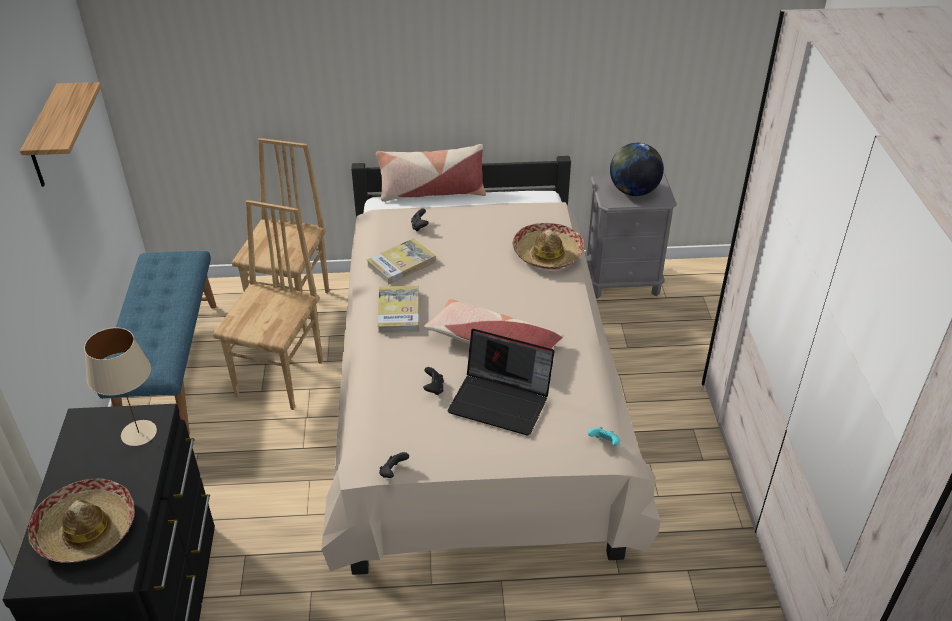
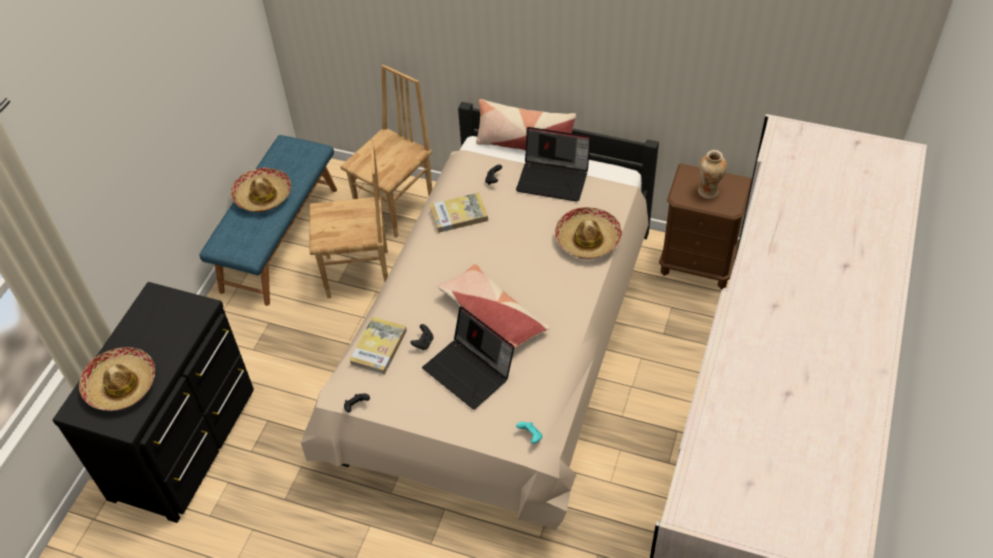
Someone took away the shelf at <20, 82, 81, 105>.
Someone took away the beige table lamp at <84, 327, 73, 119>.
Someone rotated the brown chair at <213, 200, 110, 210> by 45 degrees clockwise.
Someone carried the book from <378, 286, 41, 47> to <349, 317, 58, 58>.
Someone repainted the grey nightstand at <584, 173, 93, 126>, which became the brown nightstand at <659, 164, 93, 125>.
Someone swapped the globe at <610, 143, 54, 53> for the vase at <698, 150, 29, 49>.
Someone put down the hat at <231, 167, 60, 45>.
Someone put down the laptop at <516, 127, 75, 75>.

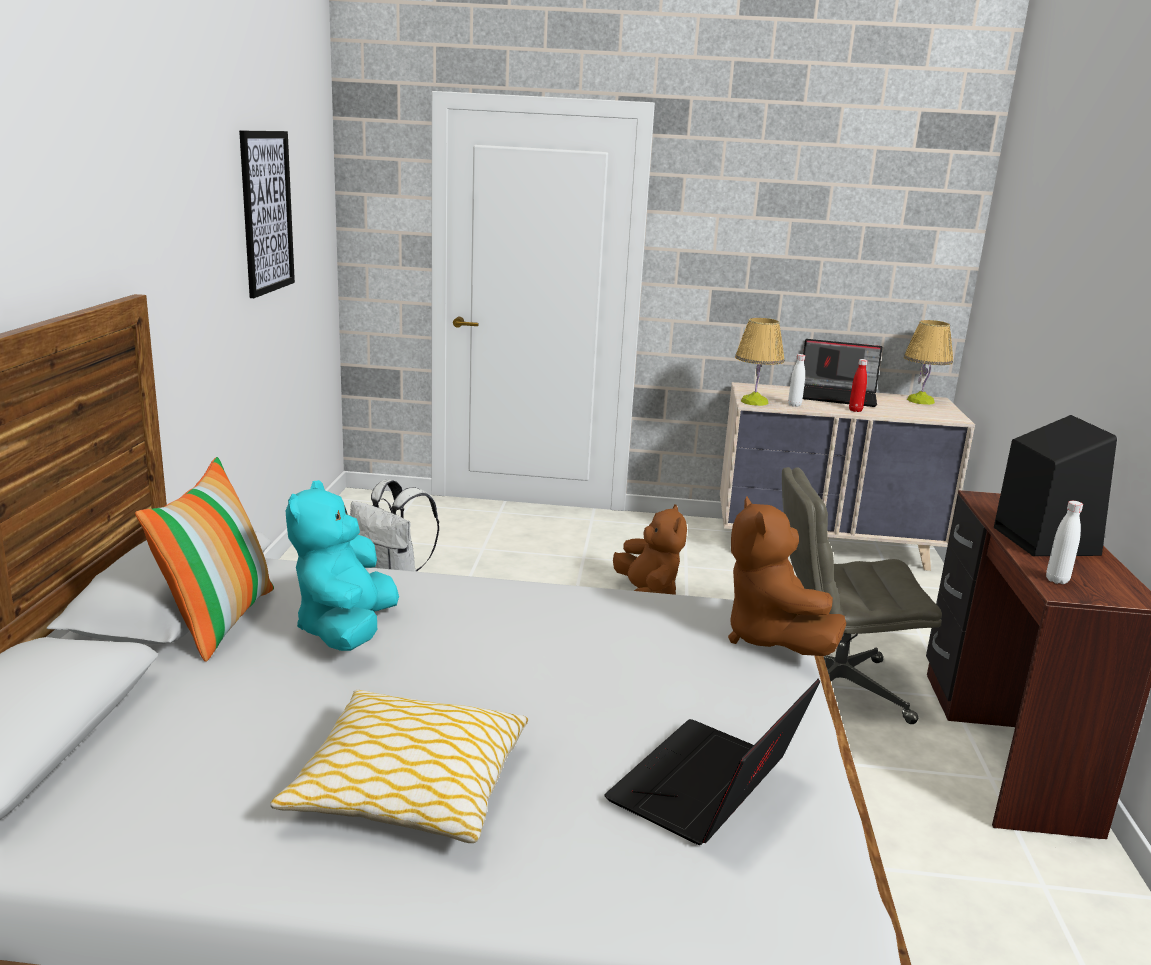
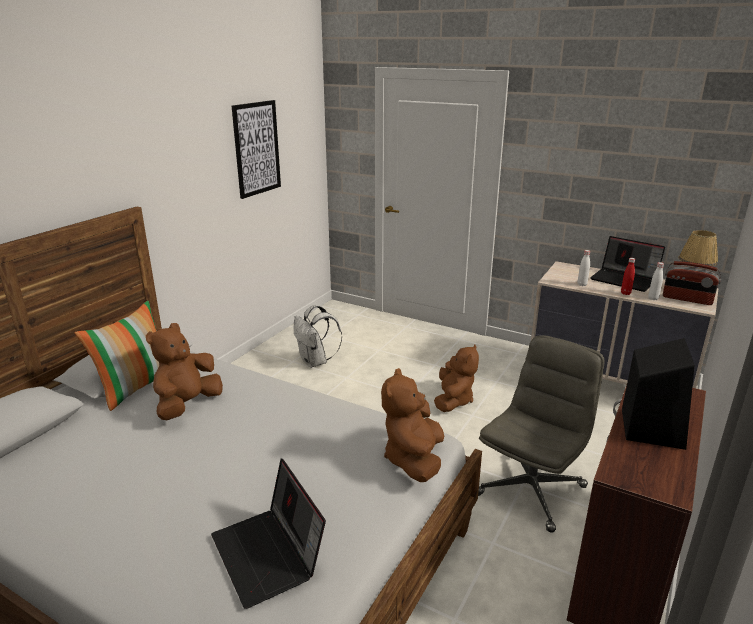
Someone took away the pillow at <271, 690, 257, 153>.
Someone repainted the turquoise plush toy at <285, 480, 114, 171>, which became the brown plush toy at <146, 323, 77, 97>.
Someone rotated the laptop at <604, 678, 216, 167> by 90 degrees counterclockwise.
Someone took away the table lamp at <735, 318, 50, 88>.
Someone rotated the grey office chair at <782, 467, 160, 257> by 105 degrees clockwise.
Someone carried the white bottle from <1046, 501, 37, 83> to <648, 262, 16, 38>.
Someone put down the radio at <663, 261, 58, 44>.

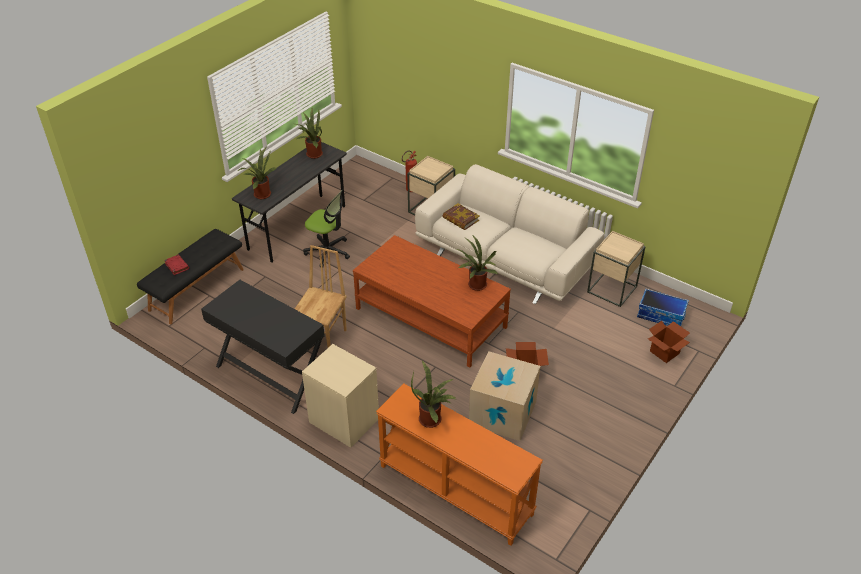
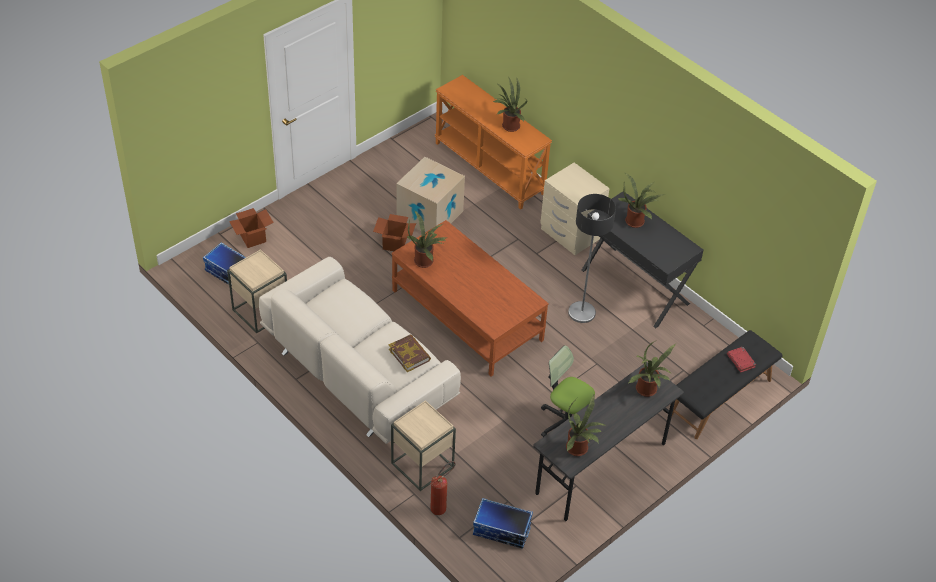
Someone swapped the brown chair at <295, 245, 52, 103> for the floor lamp at <568, 194, 48, 129>.
Someone put down the storage box at <473, 498, 60, 51>.
Someone put down the potted plant at <618, 172, 47, 56>.

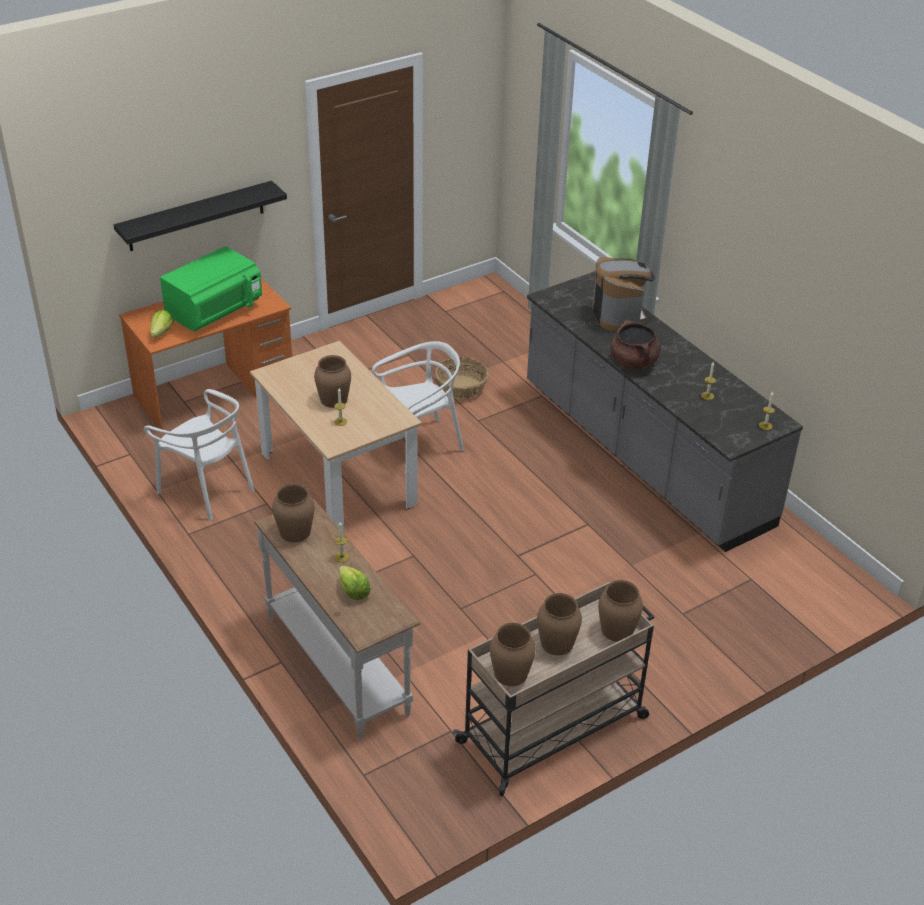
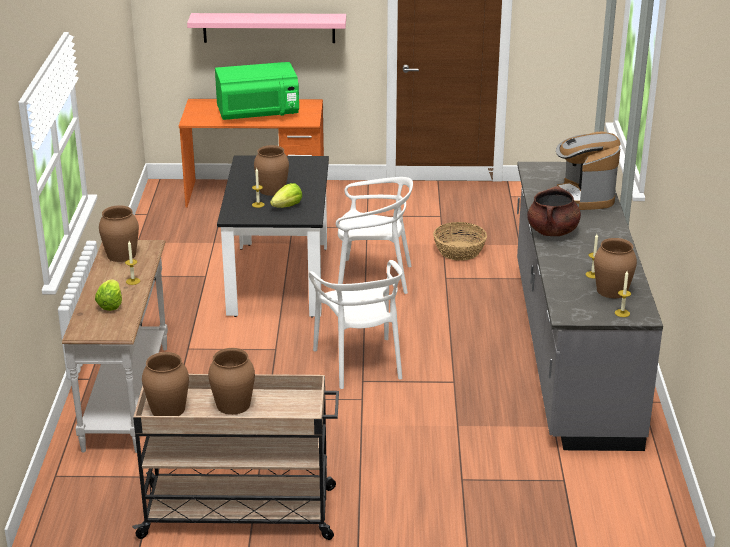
Someone repainted the black shelf at <114, 181, 173, 70>, which became the pink shelf at <187, 13, 159, 30>.
Someone carried the white chair from <144, 389, 111, 132> to <309, 260, 94, 129>.
Someone carried the lettuce from <150, 310, 24, 28> to <270, 183, 32, 25>.
Someone repainted the beige dining table at <250, 341, 172, 192>, which became the black dining table at <217, 155, 112, 163>.
Someone rotated the coffee machine at <592, 257, 63, 74> by 150 degrees clockwise.
Someone carried the brown vase from <598, 580, 45, 62> to <594, 238, 43, 60>.

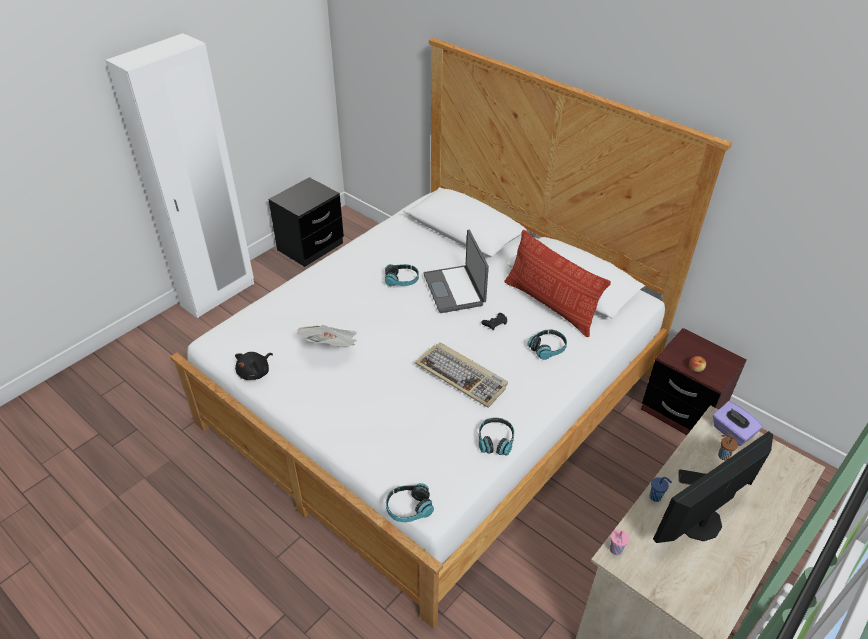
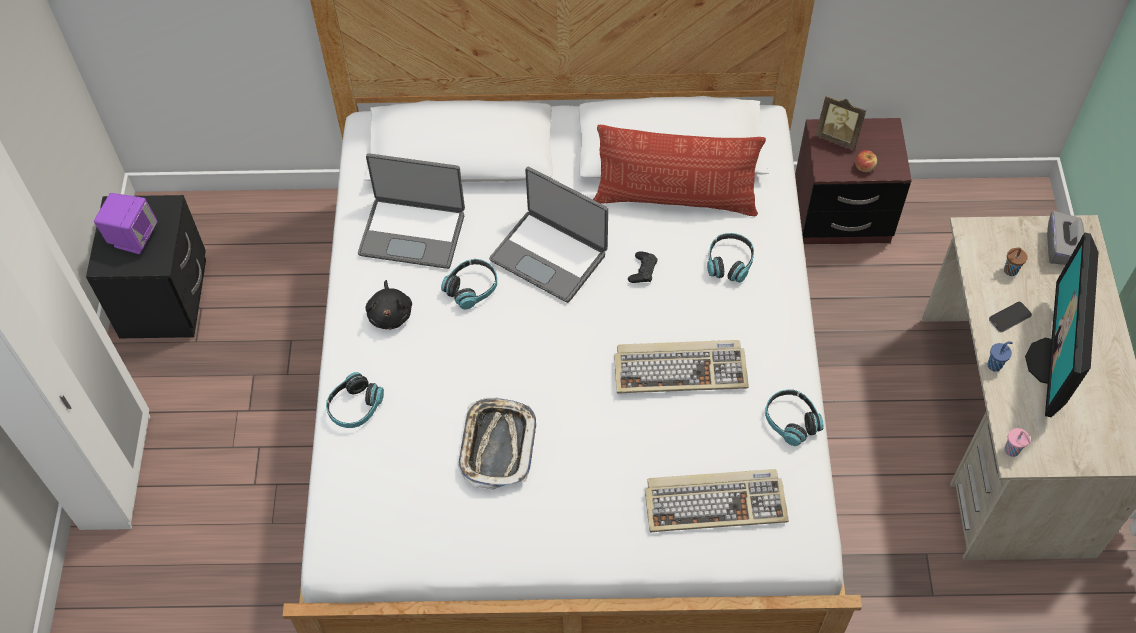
Someone carried the black plush toy from <235, 352, 38, 28> to <365, 280, 47, 49>.
Someone swapped the newspaper at <297, 325, 60, 21> for the tray at <458, 397, 78, 93>.
Someone carried the headphones from <386, 483, 48, 39> to <326, 372, 58, 56>.
Someone took away the purple tissue box at <713, 401, 50, 45>.
Someone put down the purple speaker at <94, 193, 64, 61>.
Someone put down the laptop at <358, 153, 107, 116>.
Someone put down the keyboard at <645, 469, 144, 64>.
Someone put down the picture frame at <815, 95, 52, 55>.
Someone put down the grey tissue box at <1047, 211, 37, 54>.

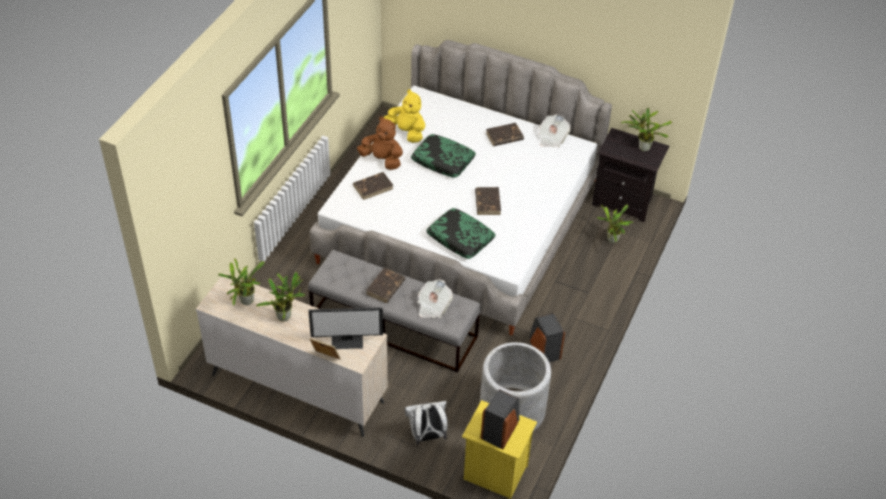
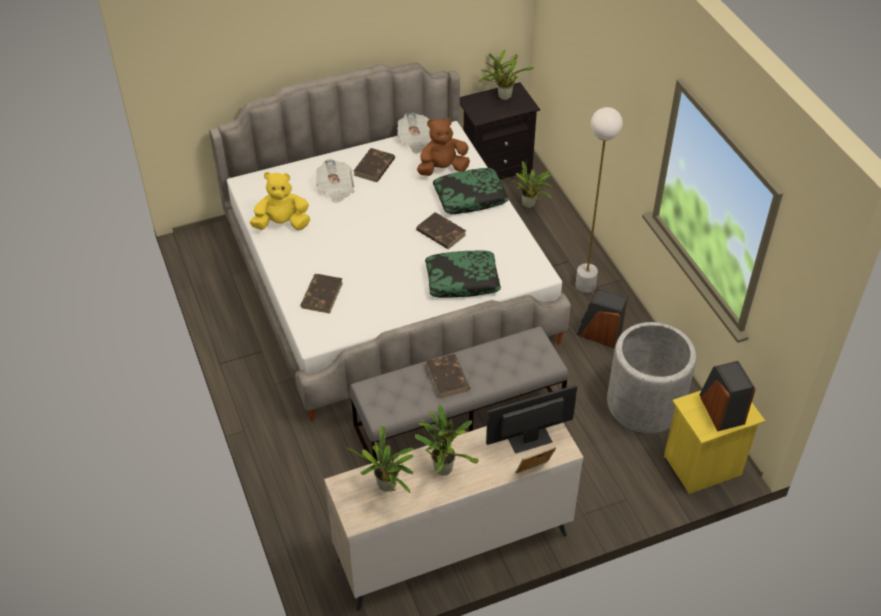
Someone rotated the monitor at <308, 307, 75, 42> by 150 degrees counterclockwise.
Someone carried the brown plush toy from <357, 116, 46, 54> to <417, 118, 53, 58>.
Someone took away the white backpack at <405, 401, 43, 44>.
Someone carried the pillow from <411, 134, 65, 44> to <433, 168, 76, 46>.
Someone carried the newspaper from <417, 279, 36, 39> to <316, 159, 39, 44>.
Someone put down the white floor lamp at <575, 107, 48, 186>.

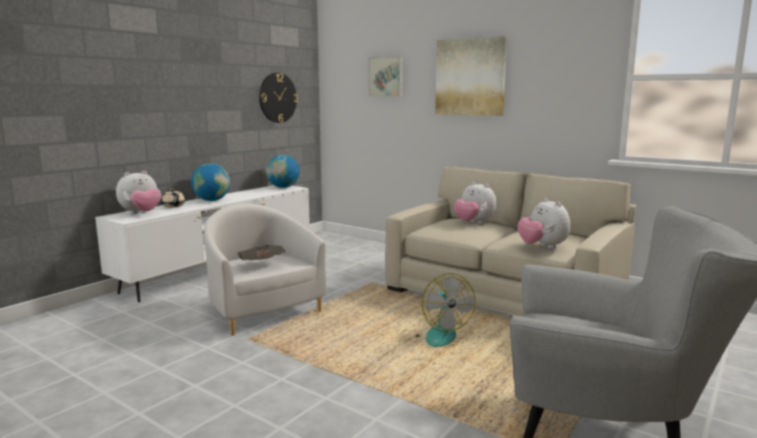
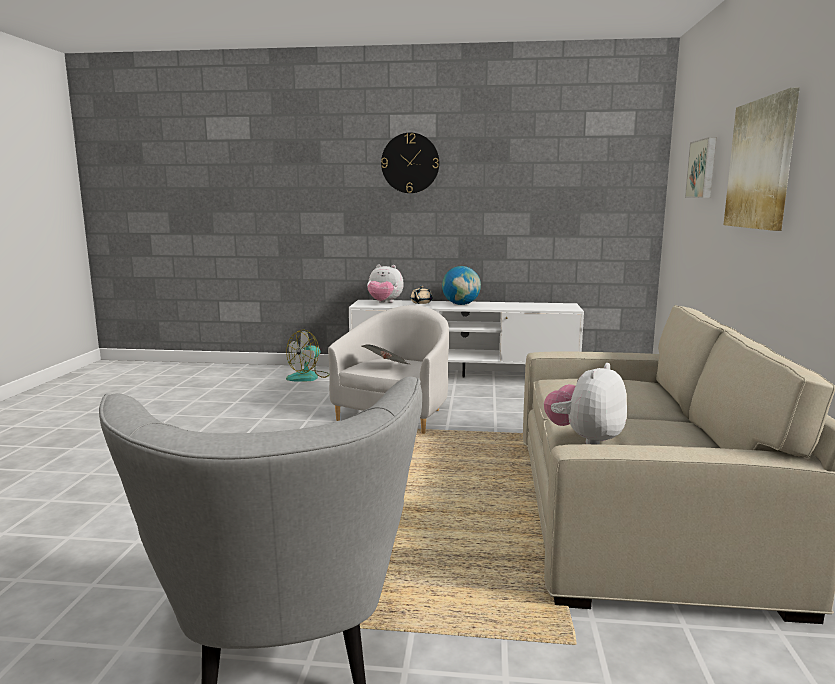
Someone carried the wall clock from <259, 73, 39, 50> to <381, 133, 58, 60>.
Someone took away the globe at <266, 155, 34, 33>.
Someone carried the fan from <415, 273, 60, 74> to <286, 329, 44, 53>.
Someone took away the plush toy at <454, 182, 43, 42>.

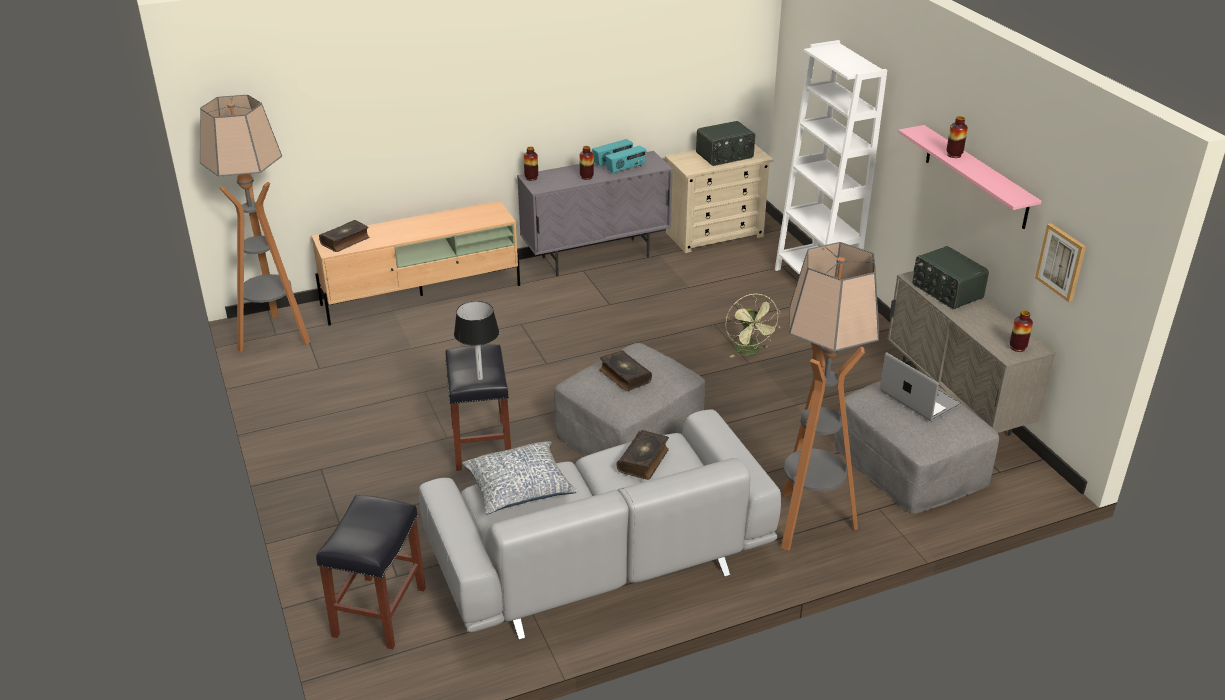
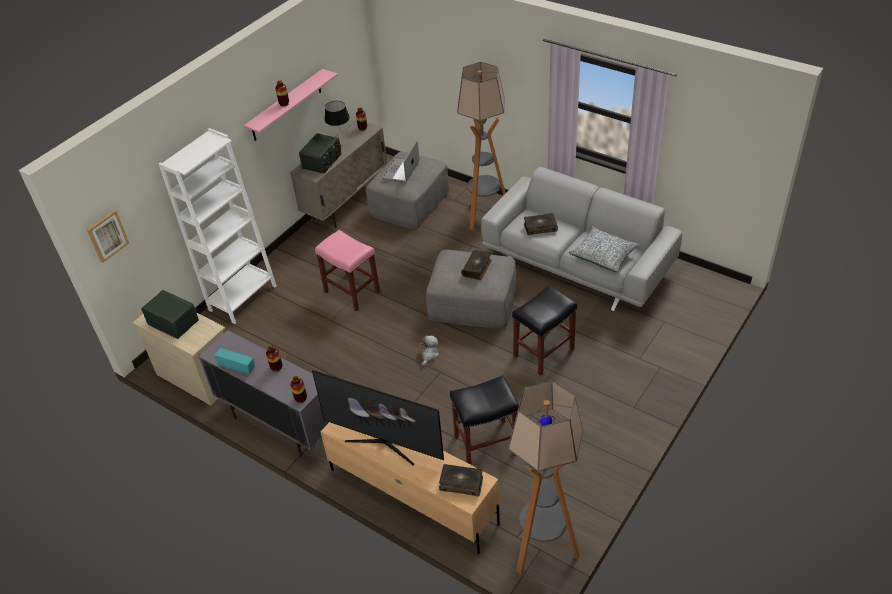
Someone carried the black stool from <316, 495, 110, 154> to <450, 375, 69, 90>.
Someone carried the black table lamp from <454, 301, 45, 79> to <325, 101, 25, 44>.
Someone took away the radio at <606, 145, 41, 30>.
Someone swapped the green fan at <725, 294, 56, 64> for the pink stool at <315, 230, 65, 81>.
Someone carried the picture from <1035, 223, 51, 79> to <87, 210, 42, 53>.
Someone put down the television at <312, 370, 132, 95>.
Someone put down the plush toy at <420, 335, 19, 31>.

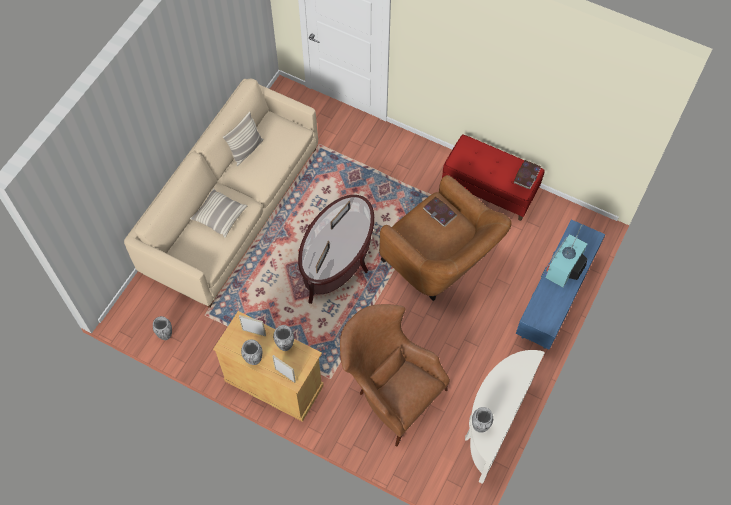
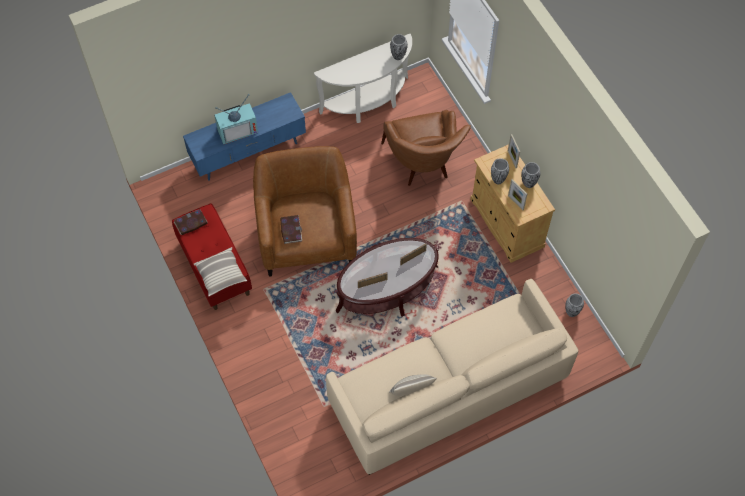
Someone carried the pillow from <190, 189, 57, 49> to <194, 247, 53, 49>.

